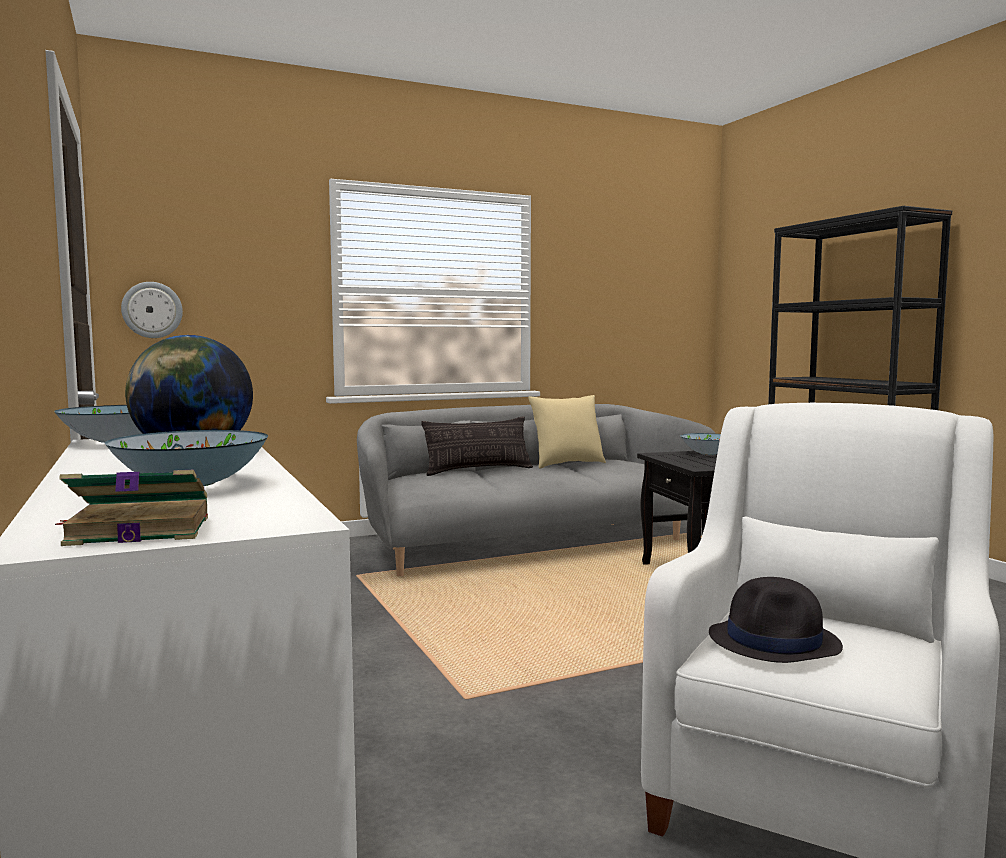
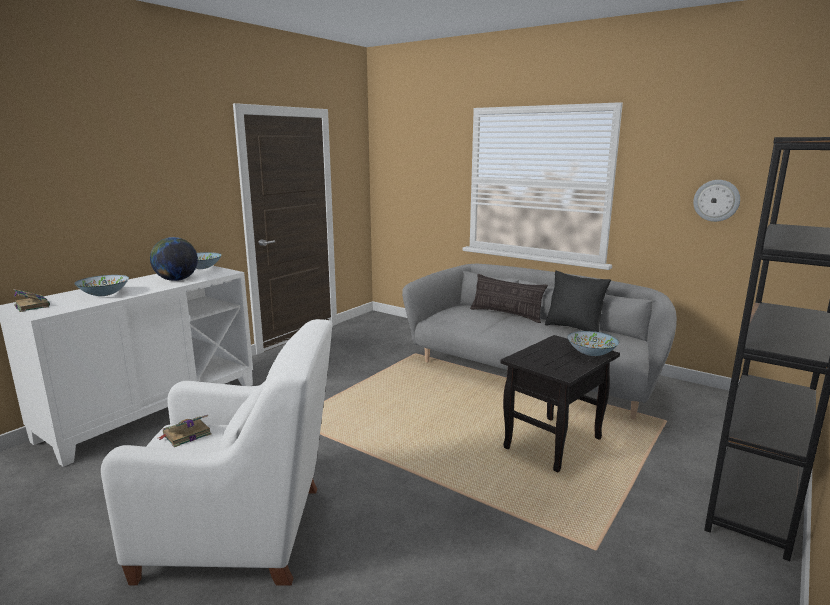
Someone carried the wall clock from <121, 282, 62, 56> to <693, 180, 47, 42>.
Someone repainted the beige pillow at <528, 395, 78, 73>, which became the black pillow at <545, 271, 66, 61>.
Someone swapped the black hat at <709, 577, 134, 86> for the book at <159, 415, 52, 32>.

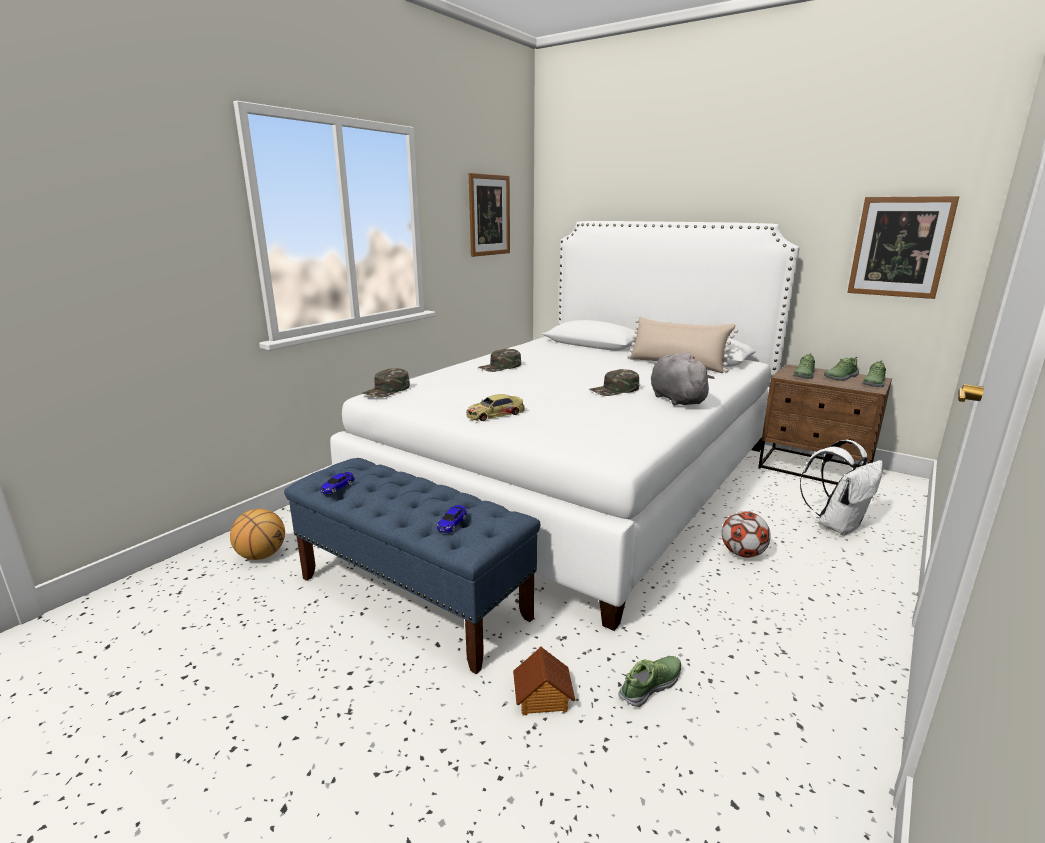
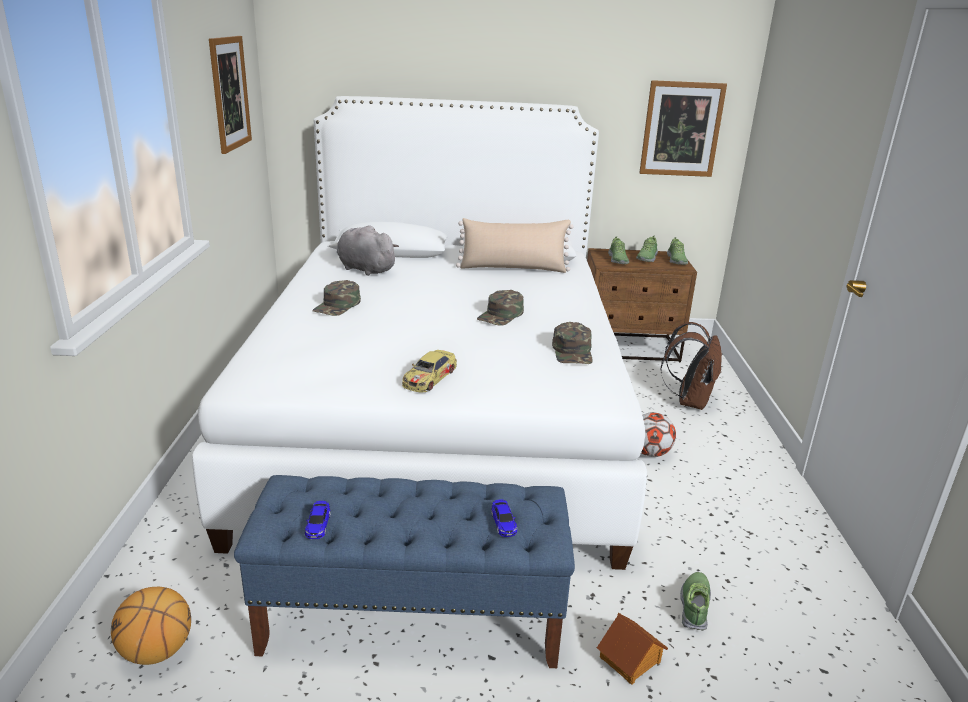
Someone carried the green cap from <362, 368, 48, 30> to <552, 322, 41, 42>.
Someone carried the grey plush toy from <651, 352, 63, 54> to <337, 225, 62, 51>.
Someone repainted the white backpack at <800, 440, 84, 96>, which became the brown backpack at <660, 322, 62, 88>.

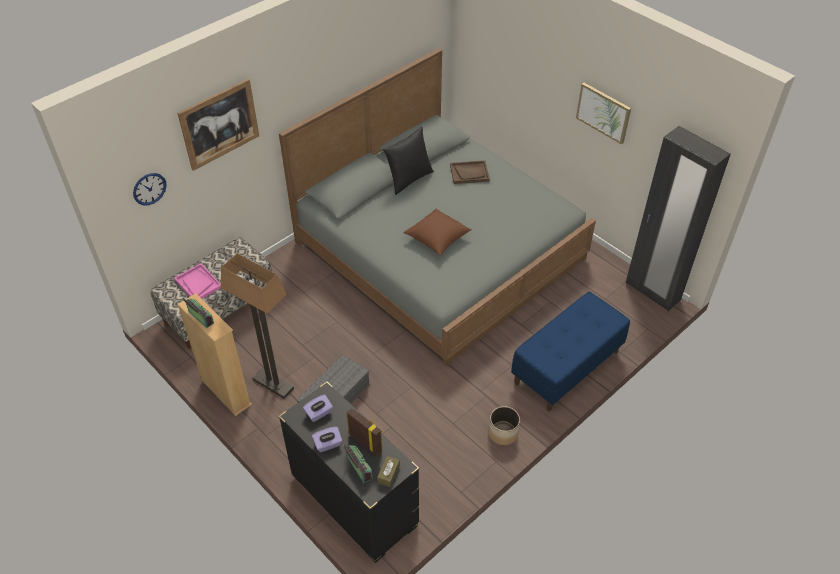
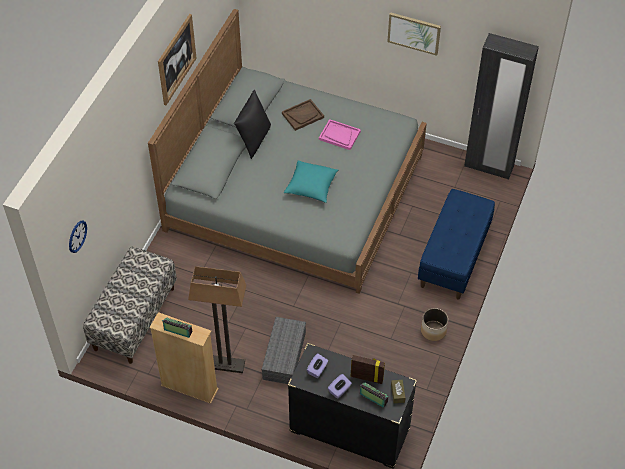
Someone carried the pink tray from <174, 263, 47, 36> to <319, 119, 42, 31>.
Someone carried the picture from <177, 79, 82, 92> to <158, 14, 39, 91>.
Someone repainted the brown pillow at <404, 208, 67, 48>, which became the turquoise pillow at <284, 160, 54, 43>.

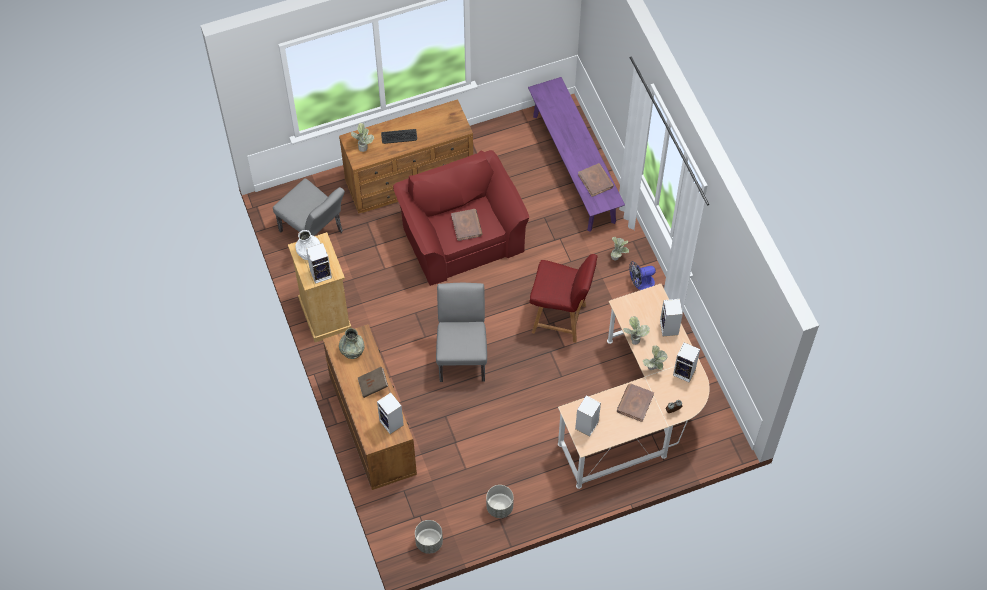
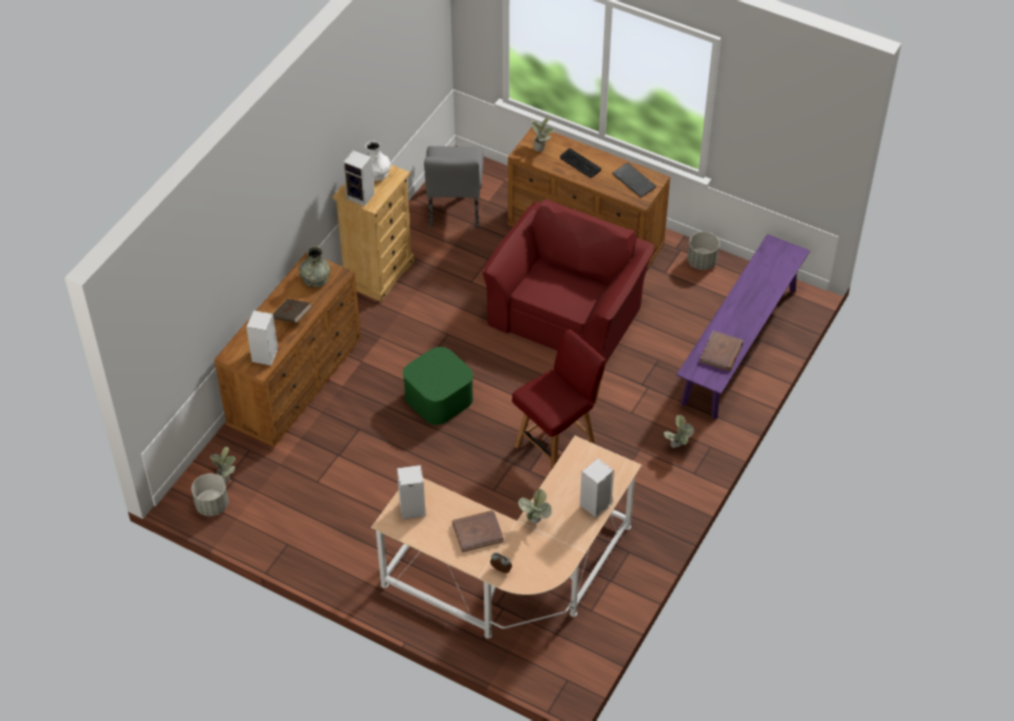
Someone swapped the grey chair at <436, 283, 51, 99> for the green storage box at <403, 347, 70, 78>.
Someone took away the brown book at <451, 209, 32, 32>.
Someone carried the grey planter from <486, 485, 28, 33> to <687, 232, 32, 38>.
Someone rotated the red chair at <530, 254, 68, 89> by 105 degrees counterclockwise.
Someone carried the potted plant from <623, 317, 27, 28> to <210, 447, 26, 36>.
Someone took away the fan at <629, 261, 27, 29>.
Someone took away the speaker at <673, 342, 27, 40>.
Someone put down the keyboard at <612, 162, 44, 35>.

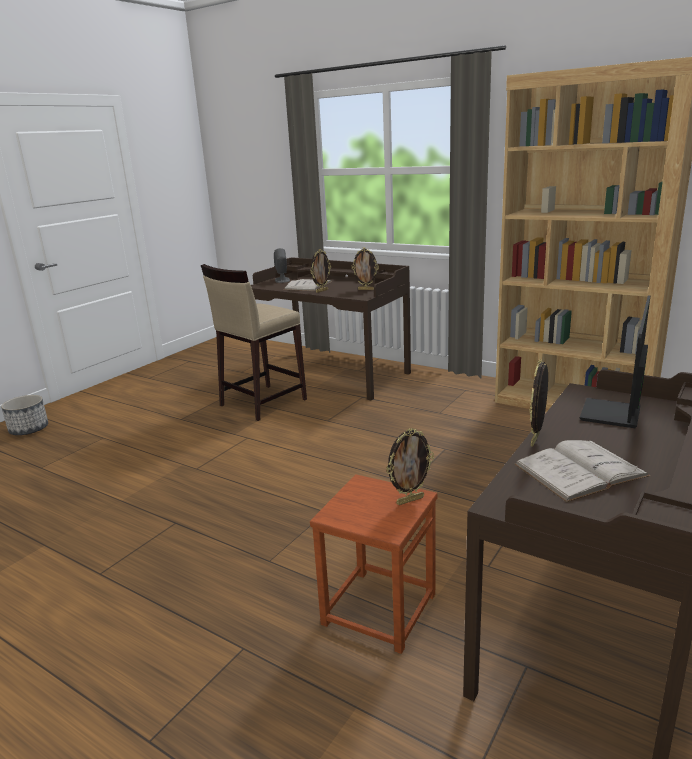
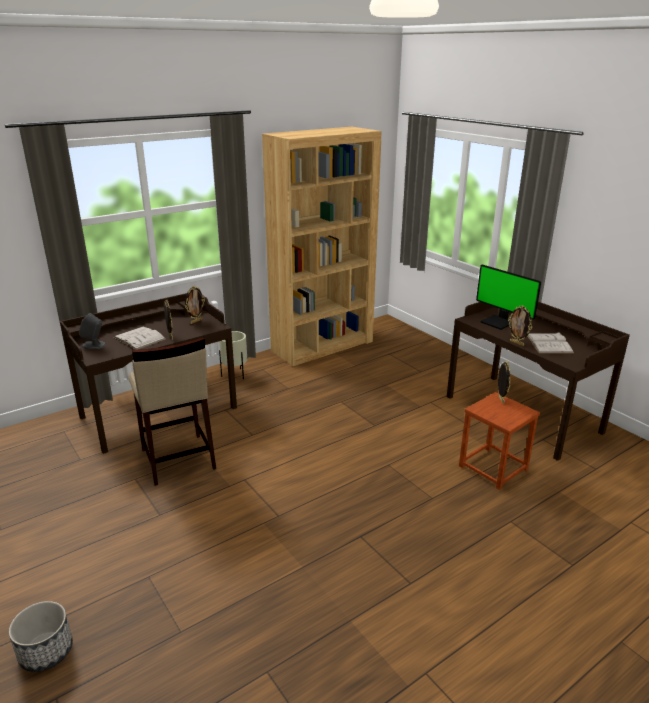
Someone put down the beige planter at <219, 331, 28, 48>.

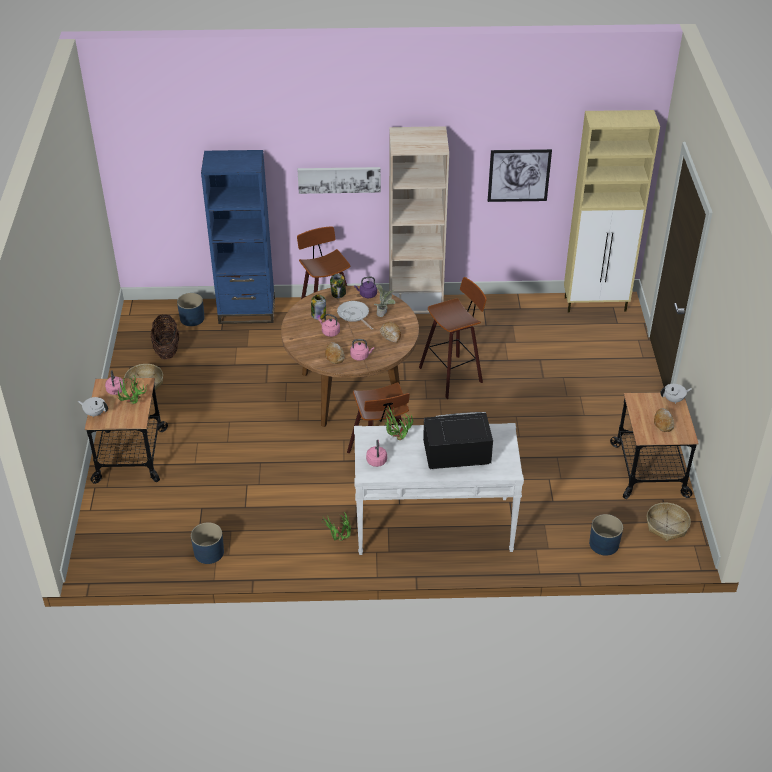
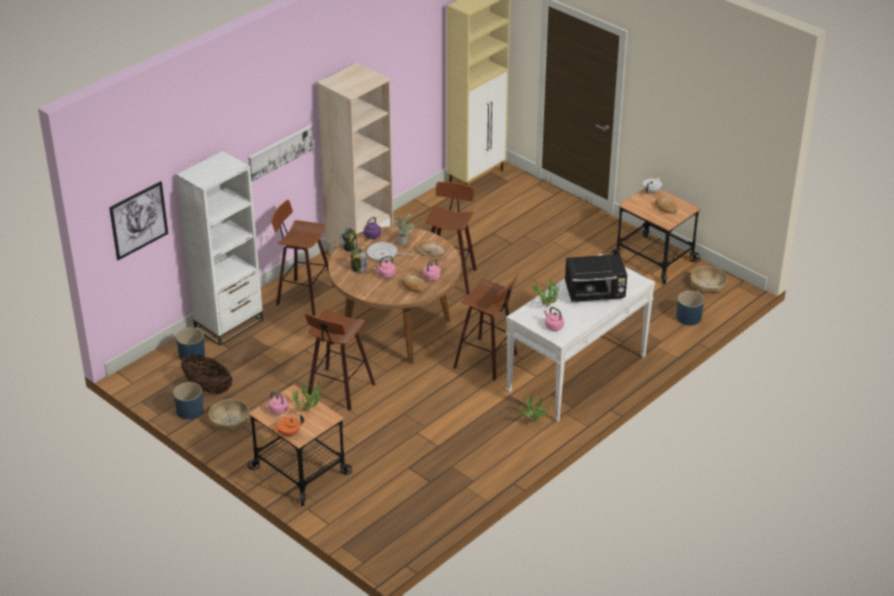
Someone repainted the white teapot at <78, 397, 30, 20>, which became the orange teapot at <272, 415, 32, 22>.
Someone carried the blue planter from <191, 522, 33, 42> to <173, 382, 31, 38>.
Someone repainted the blue bookcase at <201, 150, 74, 174>, which became the white bookcase at <176, 151, 88, 195>.
Someone rotated the black microwave at <423, 412, 70, 57> by 135 degrees counterclockwise.
Someone carried the picture from <488, 149, 64, 53> to <109, 181, 59, 79>.
Someone put down the stool at <305, 308, 70, 103>.

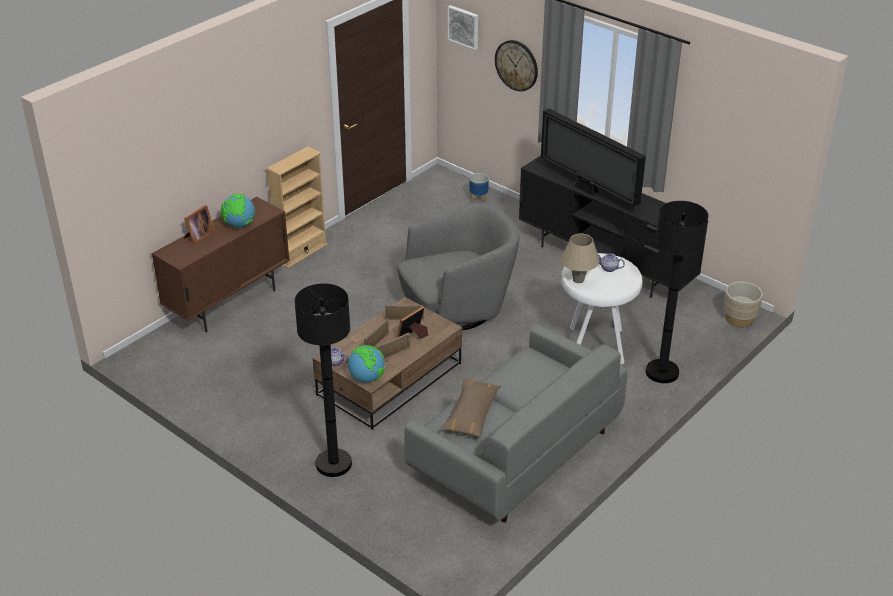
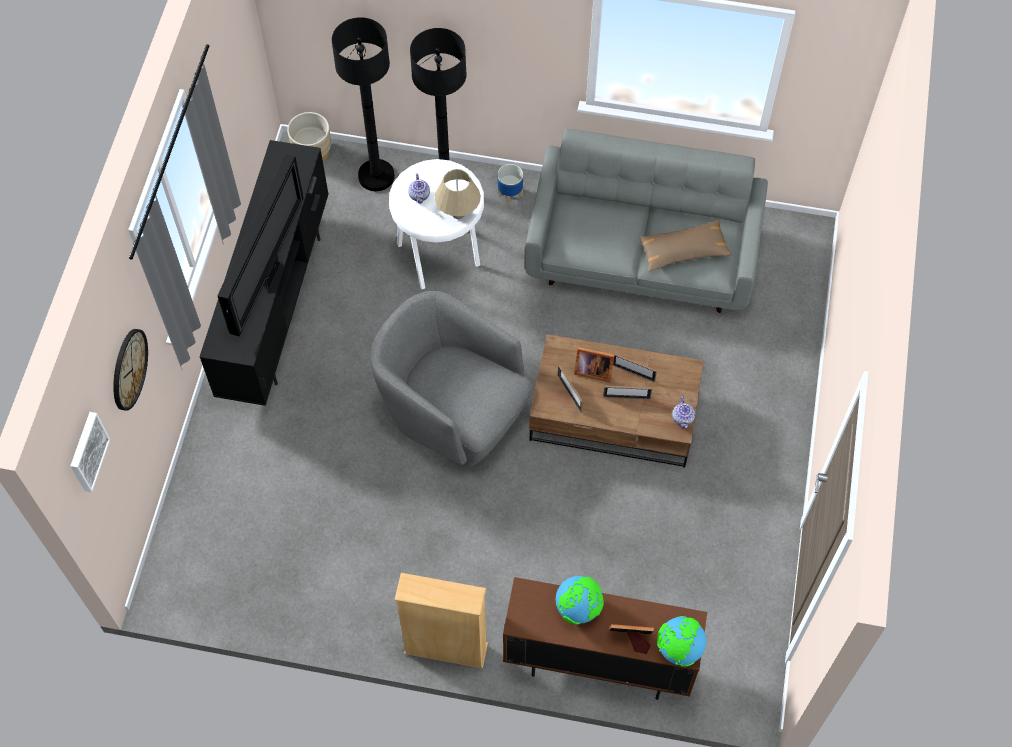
Someone carried the black floor lamp from <295, 283, 57, 194> to <332, 17, 63, 174>.
Someone carried the globe from <348, 345, 37, 38> to <657, 616, 49, 51>.
Someone carried the planter from <469, 173, 20, 31> to <498, 164, 25, 41>.

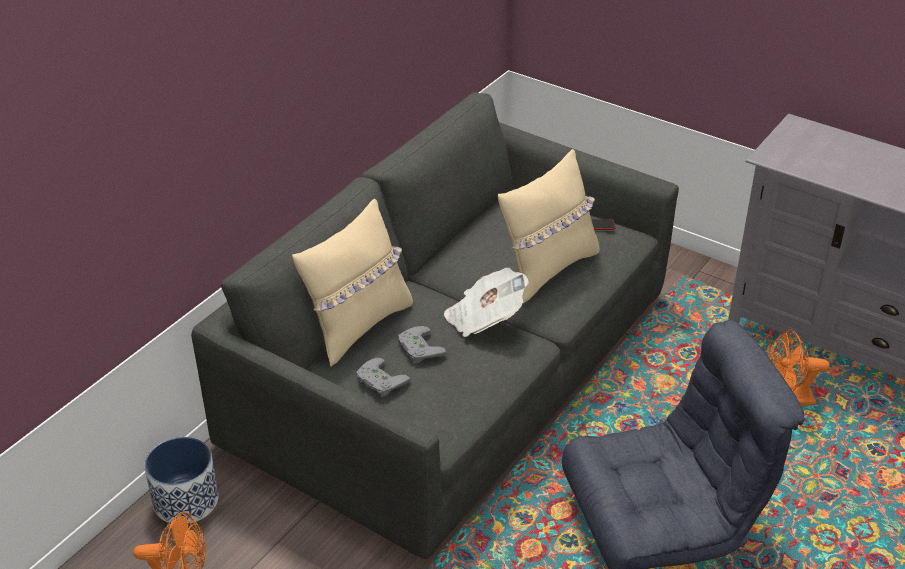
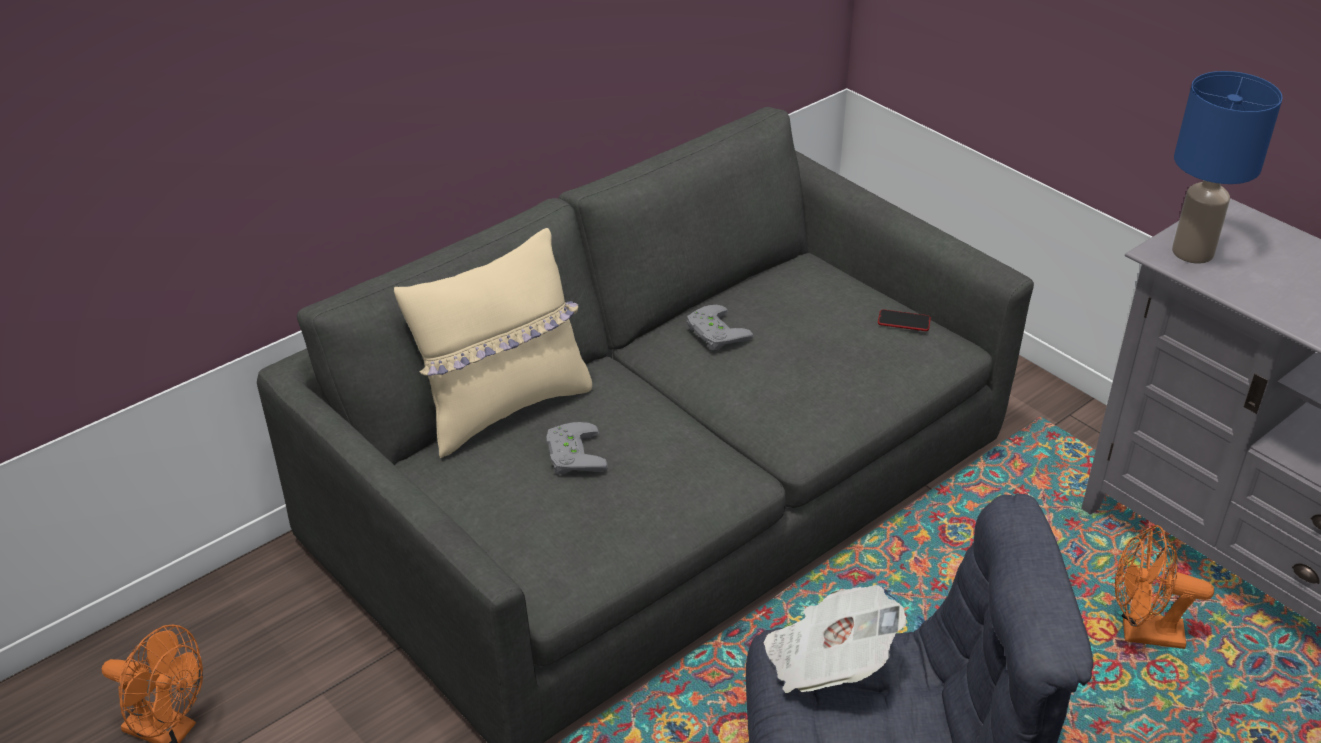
Someone took away the planter at <144, 437, 75, 86>.
Someone carried the grey game controller from <356, 358, 54, 39> to <687, 305, 66, 46>.
Someone carried the newspaper from <444, 268, 85, 69> to <764, 585, 142, 108>.
Someone took away the beige pillow at <498, 149, 102, 154>.
Someone put down the blue table lamp at <1172, 71, 111, 193>.

